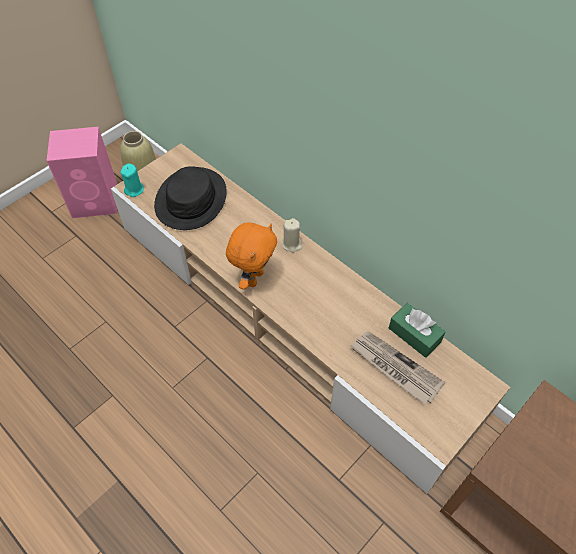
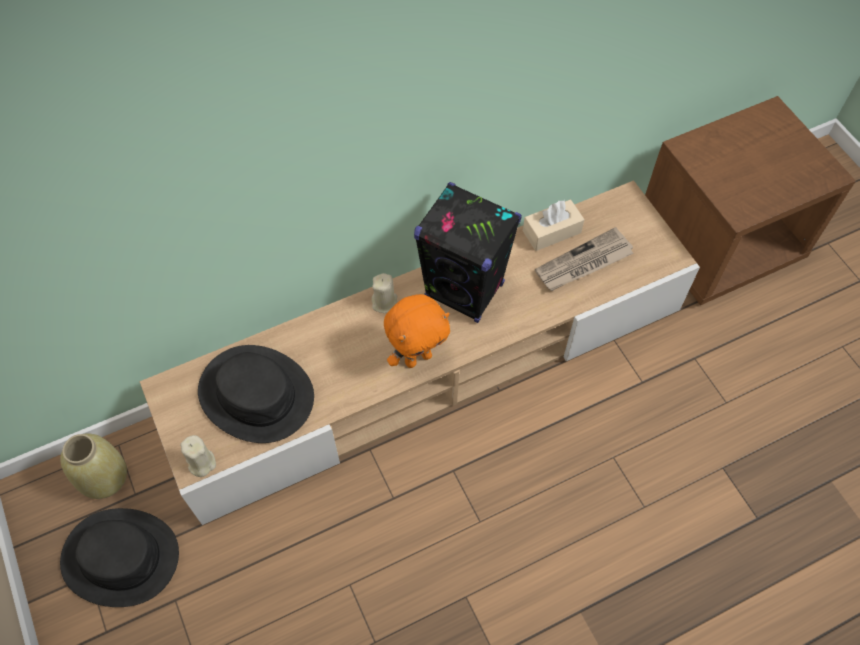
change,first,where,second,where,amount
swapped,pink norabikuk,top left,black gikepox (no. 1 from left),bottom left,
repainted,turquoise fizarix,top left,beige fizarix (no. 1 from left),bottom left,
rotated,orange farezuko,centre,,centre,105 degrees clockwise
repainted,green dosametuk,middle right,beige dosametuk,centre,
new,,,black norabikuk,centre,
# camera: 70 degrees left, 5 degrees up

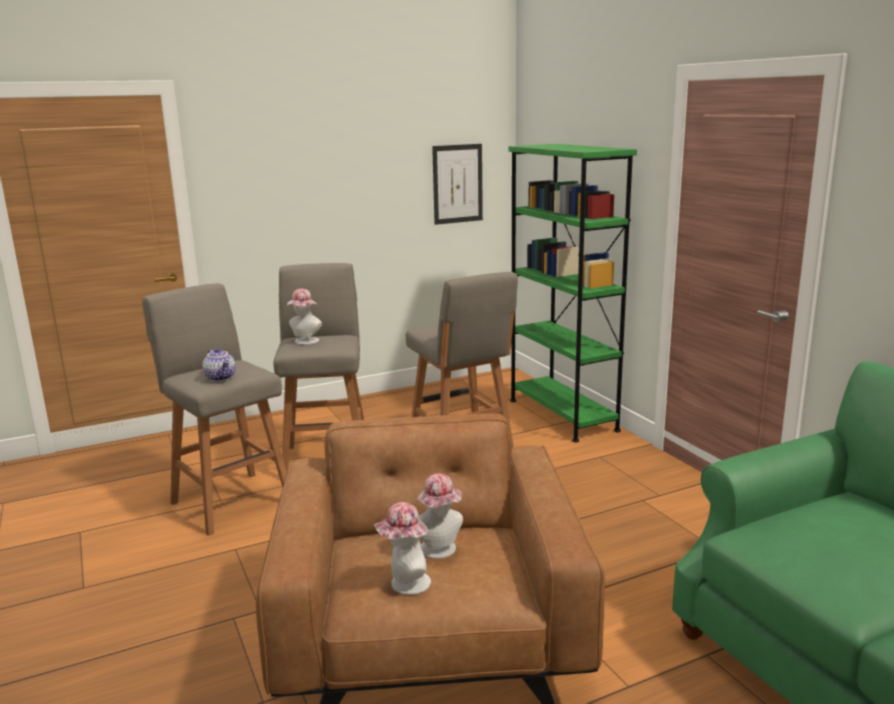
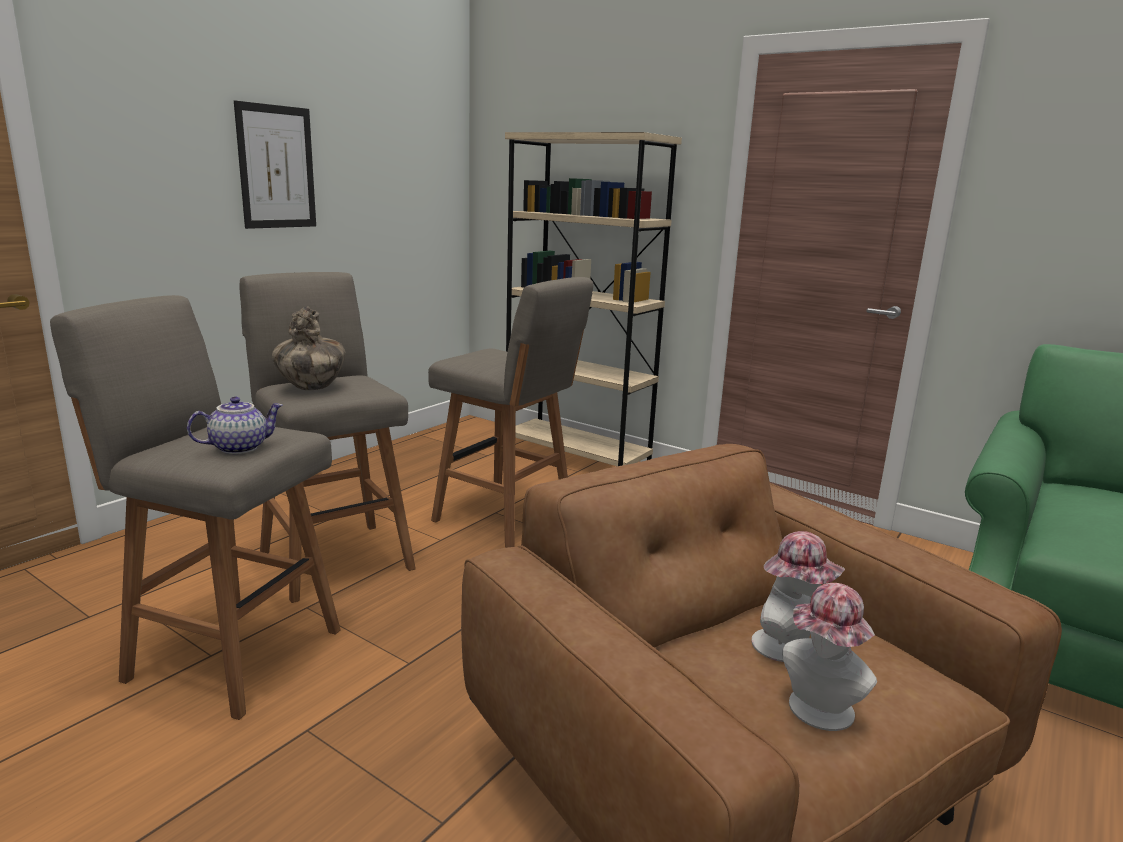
change,first,where,second,where,amount
rotated,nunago,middle left,,middle left,60 degrees counterclockwise
swapped,gikepox (no. 1 from left),centre,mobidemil,middle left,
shifted,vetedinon,top centre,,top left,
repainted,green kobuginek,centre,beige kobuginek,centre,
# camera: 30 degrees left, 0 degrees up

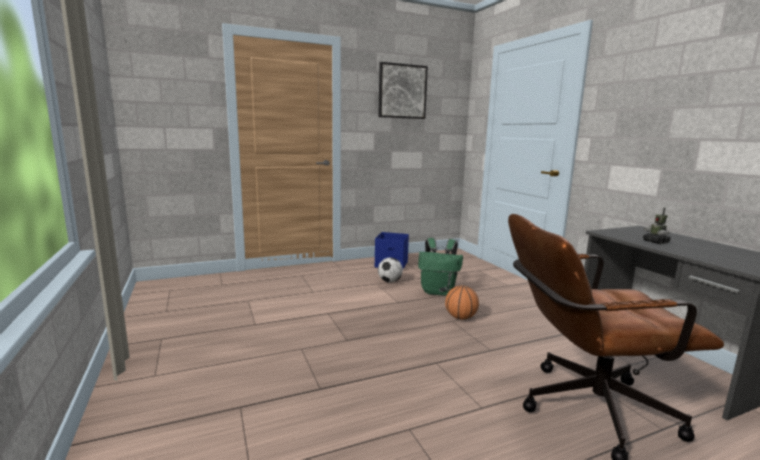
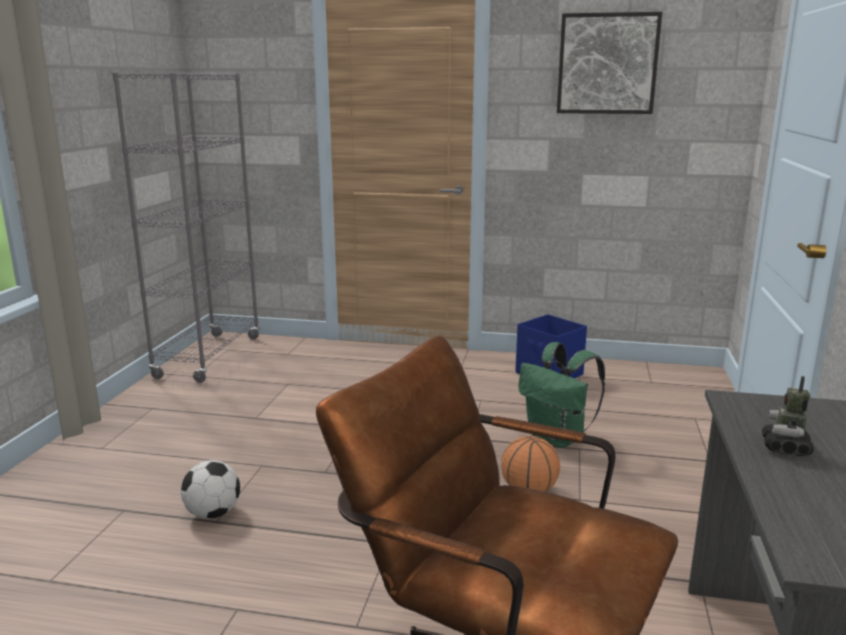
change,first,where,second,where,amount
shifted,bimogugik,centre,,bottom left,
new,,,grey kobuginek,middle left,
# camera: 35 degrees right, 5 degrees up

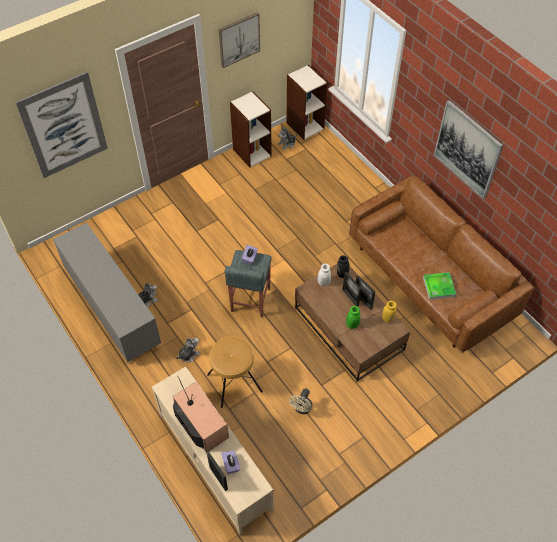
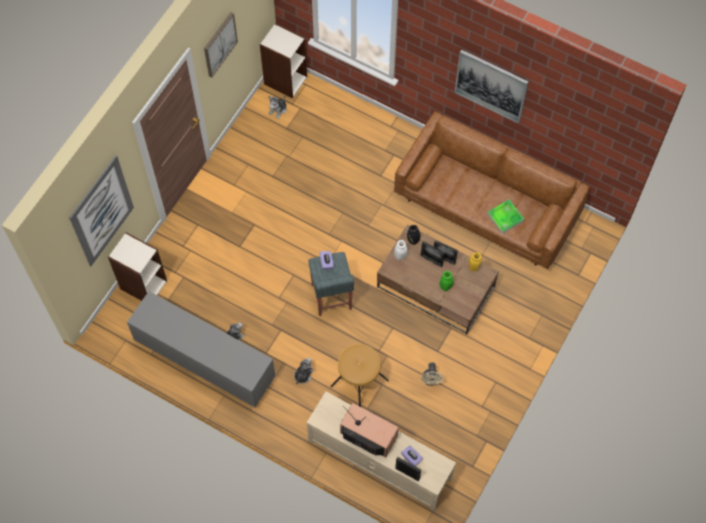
change,first,where,second,where,amount
shifted,kobuginek (no. 1 from left),top centre,,middle left,
# camera: 25 degrees left, 10 degrees up

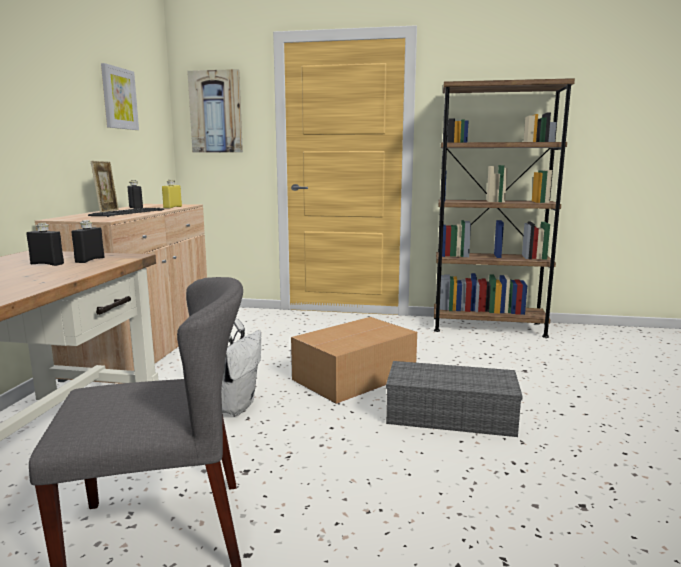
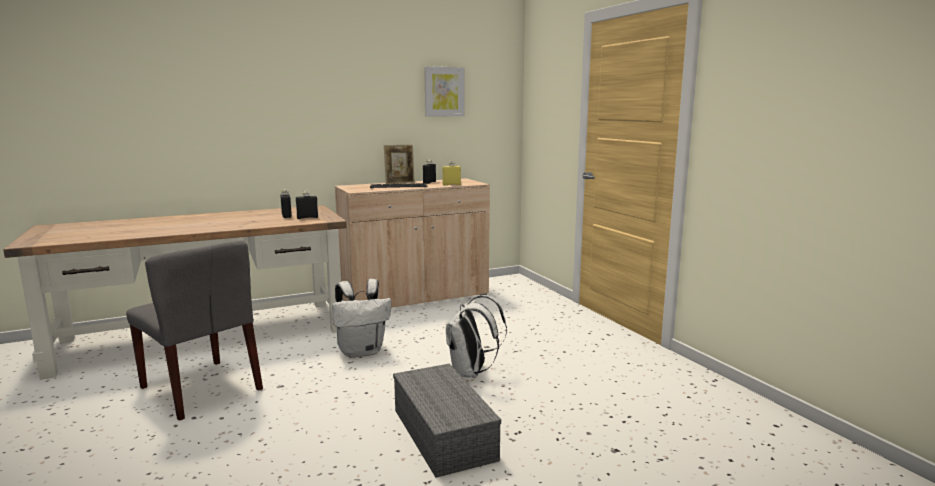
change,first,where,second,where,amount
gone,vetedinon (no. 2 from left),top left,,,
swapped,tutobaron,centre,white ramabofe (no. 2 from left),bottom centre,
gone,brown kobuginek,middle right,,,
# camera: 55 degrees right, 0 degrees up

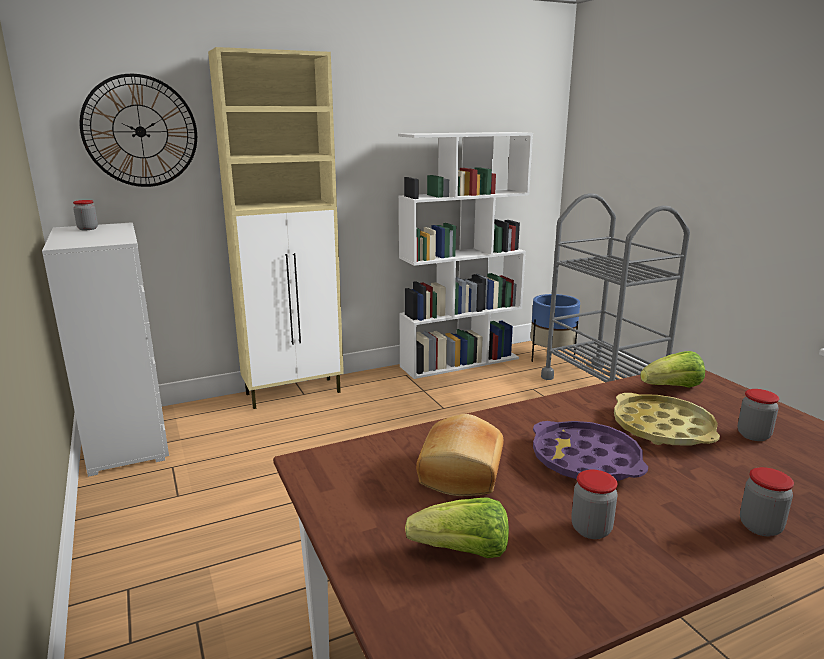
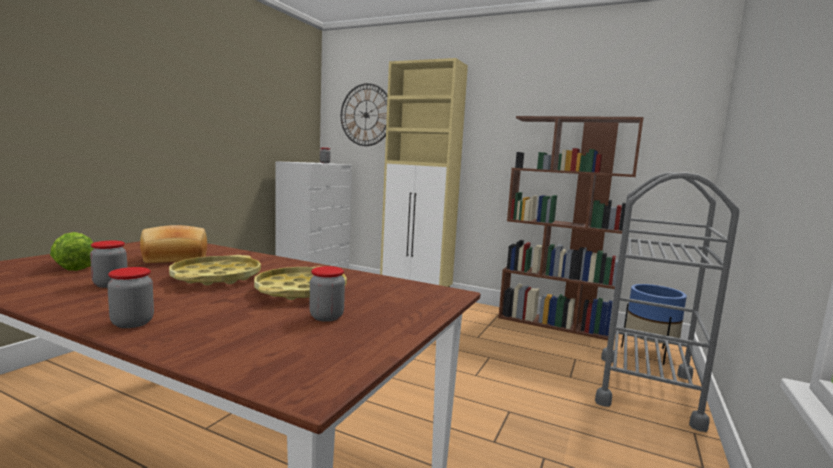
change,first,where,second,where,amount
repainted,white kobuginek,centre,brown kobuginek,middle right,
repainted,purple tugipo,bottom right,yellow tugipo (no. 1 from left),middle left,
gone,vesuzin (no. 2 from left),middle right,,,
# camera: 50 degrees right, 10 degrees down

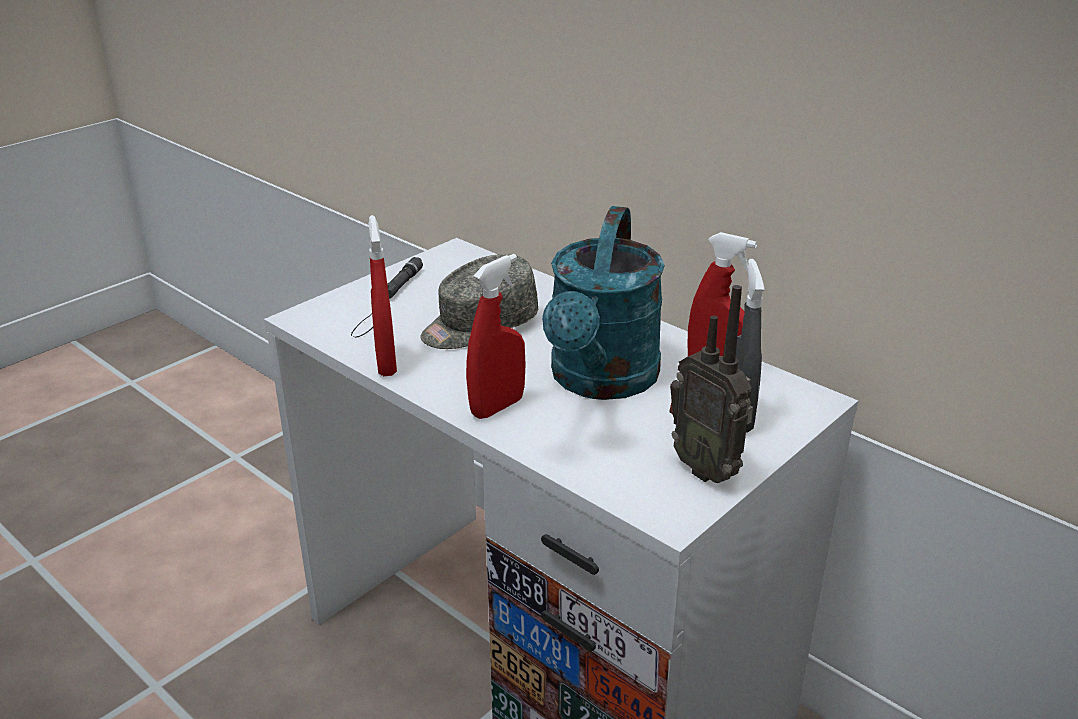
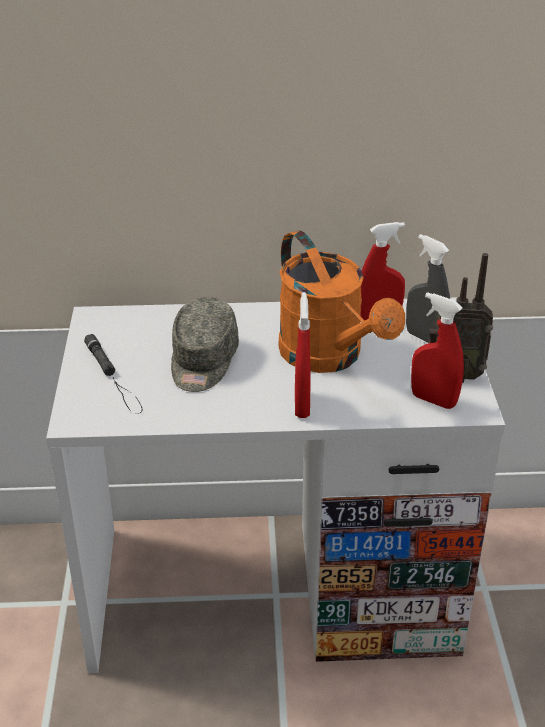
change,first,where,second,where,amount
shifted,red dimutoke (no. 1 from left in the first image),centre,red dimutoke (no. 3 from left),middle right,
repainted,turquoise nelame,centre,orange nelame,centre,
# camera: 45 degrees left, 5 degrees up

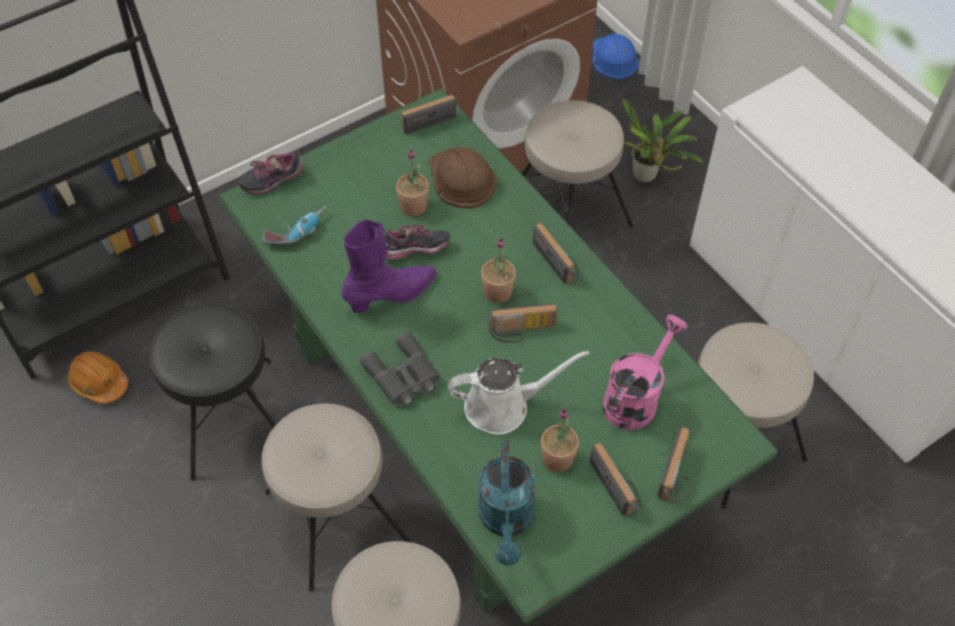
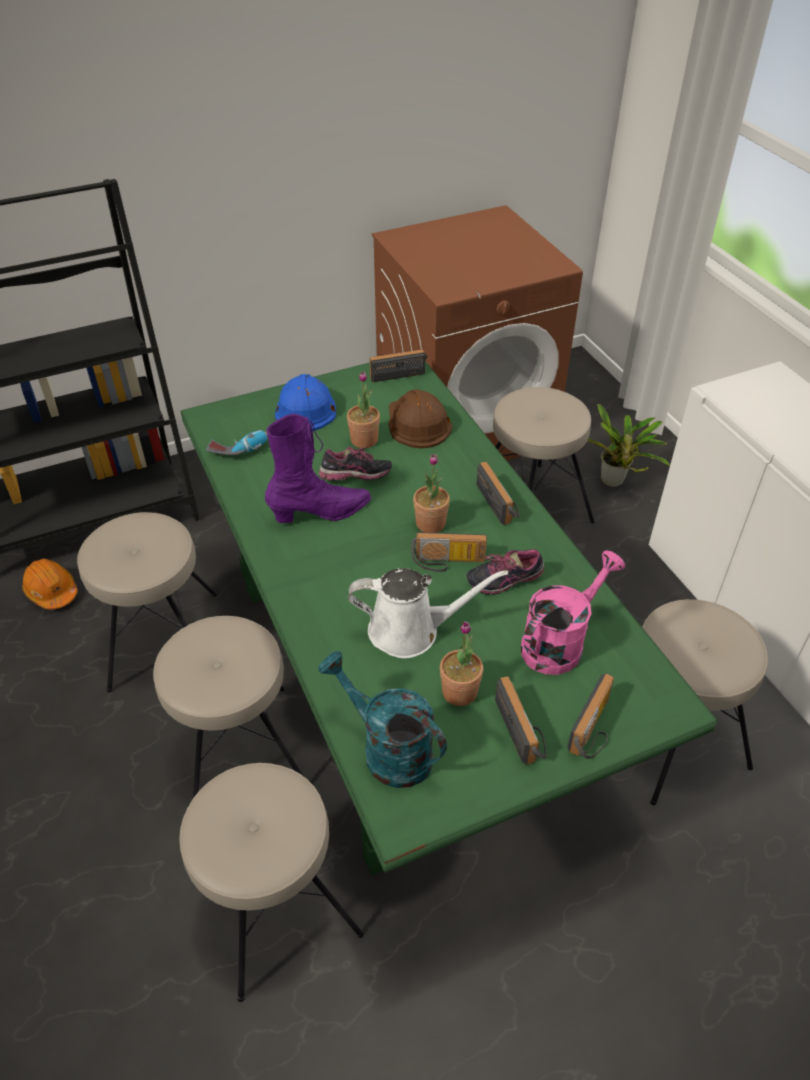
change,first,where,second,where,amount
repainted,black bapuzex,middle left,beige bapuzex (no. 1 from left),middle left,
shifted,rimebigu (no. 1 from left in the first image),top left,rimebigu (no. 2 from left),centre,
gone,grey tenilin,centre,,,
rotated,turquoise nelame,bottom centre,,centre,120 degrees clockwise
shifted,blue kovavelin,top centre,,centre,
# camera: 10 degrees right, 10 degrees down

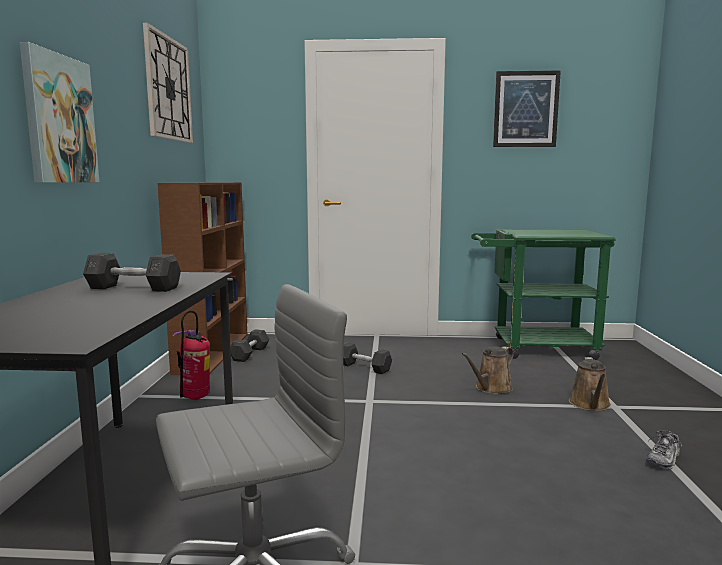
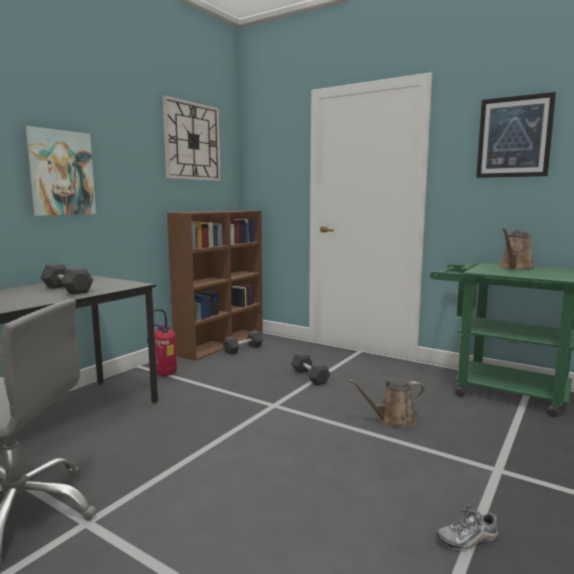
change,first,where,second,where,amount
shifted,brown nelame (no. 2 from left),bottom right,,middle right,
# camera: 30 degrees right, 0 degrees up

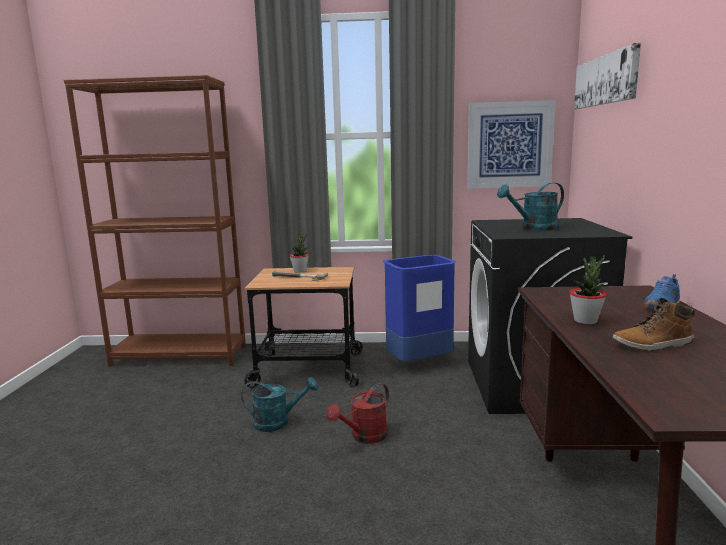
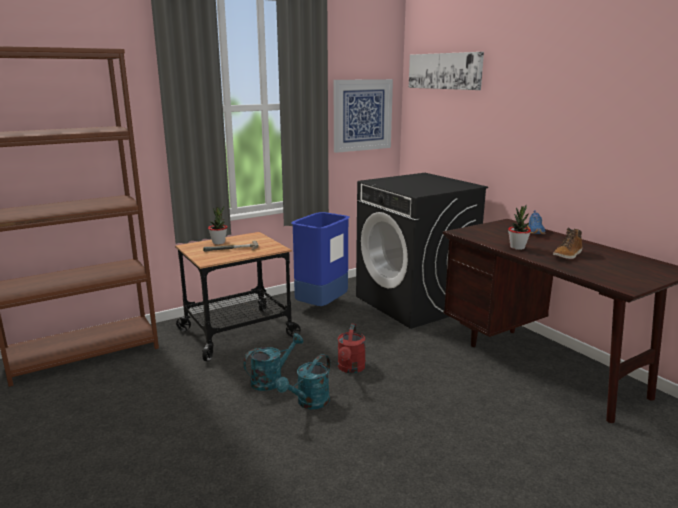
change,first,where,second,where,amount
shifted,turquoise nelame (no. 2 from left),middle right,,bottom centre,
# camera: 35 degrees left, 5 degrees up

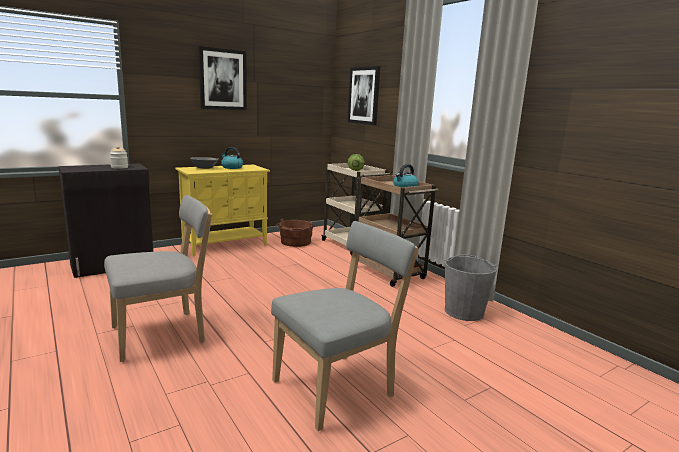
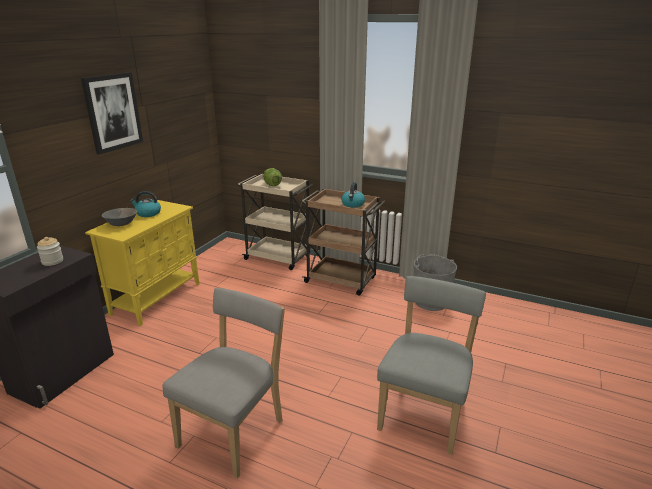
change,first,where,second,where,amount
gone,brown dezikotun,centre,,,
gone,vetedinon (no. 2 from left),top centre,,,
# camera: 30 degrees left, 10 degrees up

